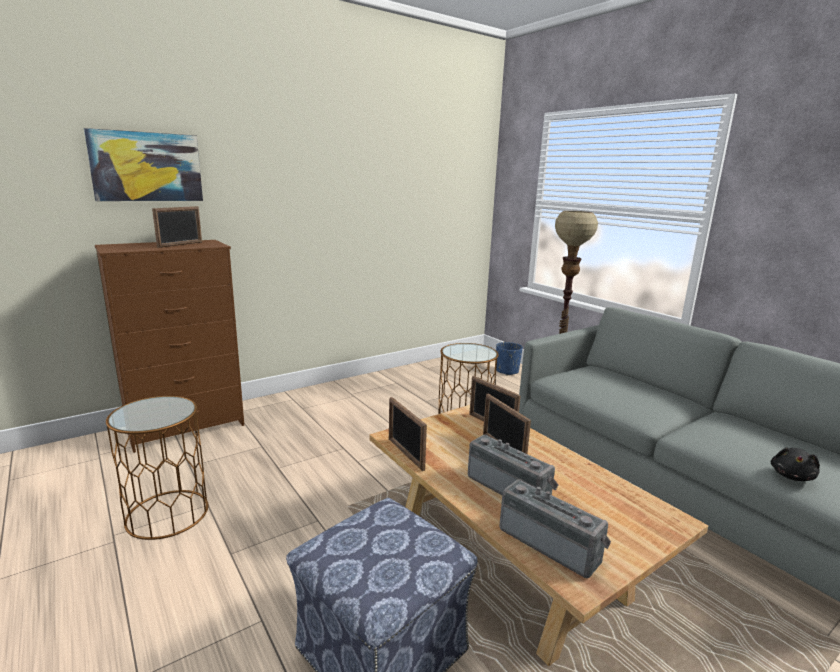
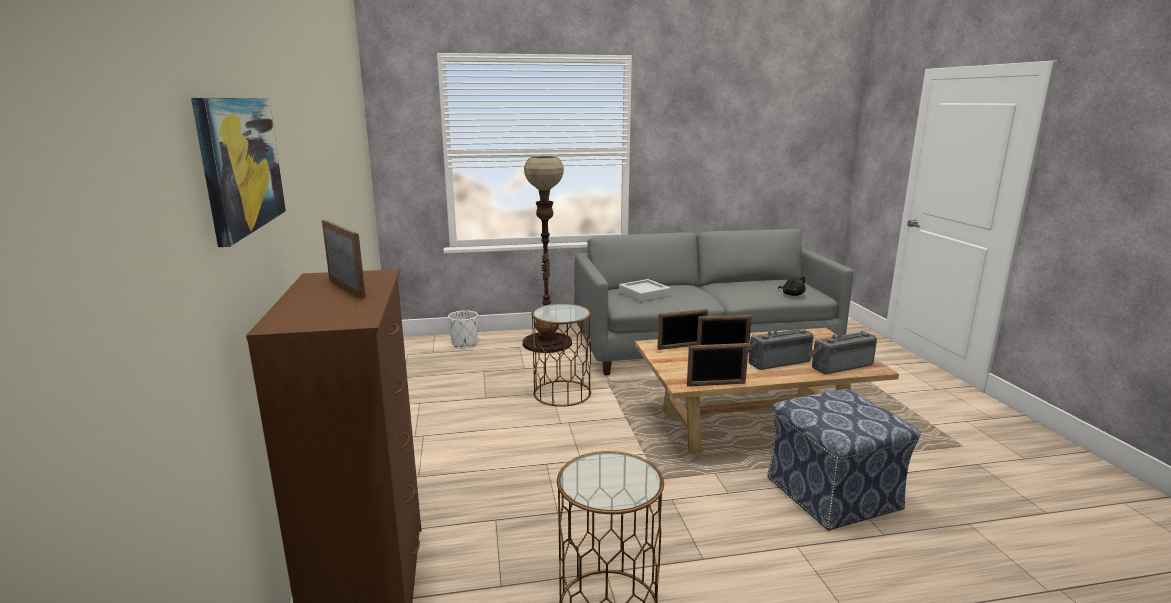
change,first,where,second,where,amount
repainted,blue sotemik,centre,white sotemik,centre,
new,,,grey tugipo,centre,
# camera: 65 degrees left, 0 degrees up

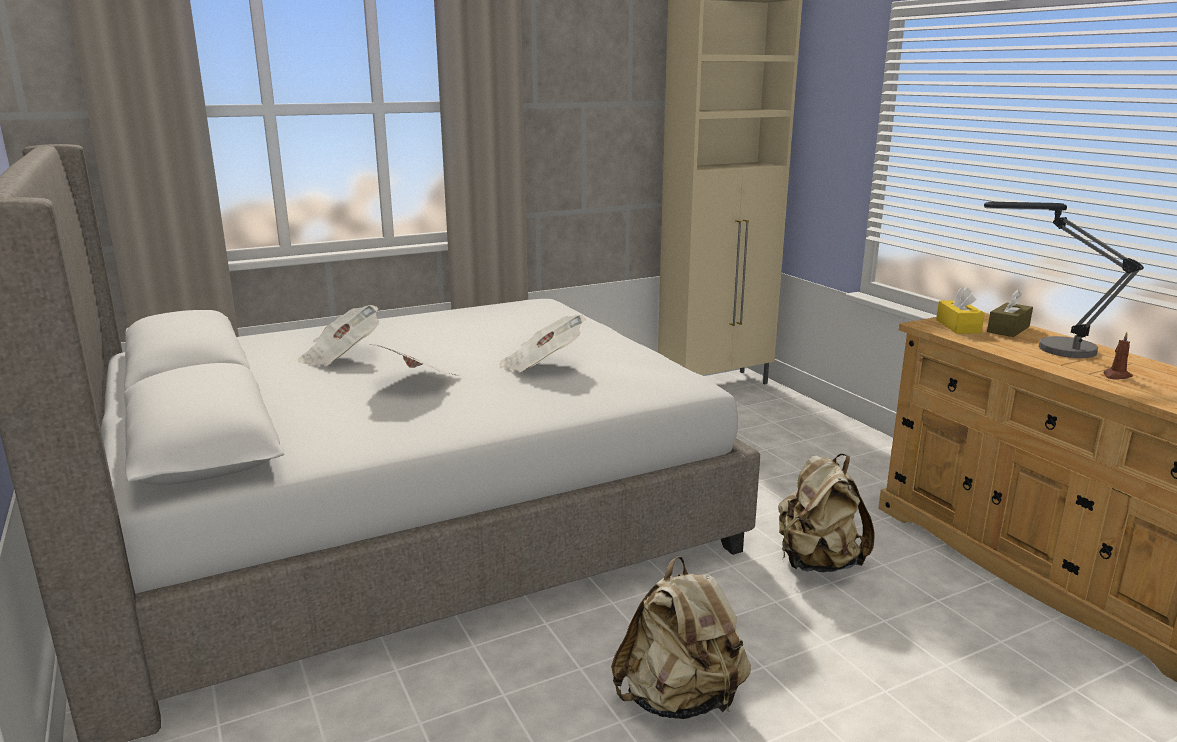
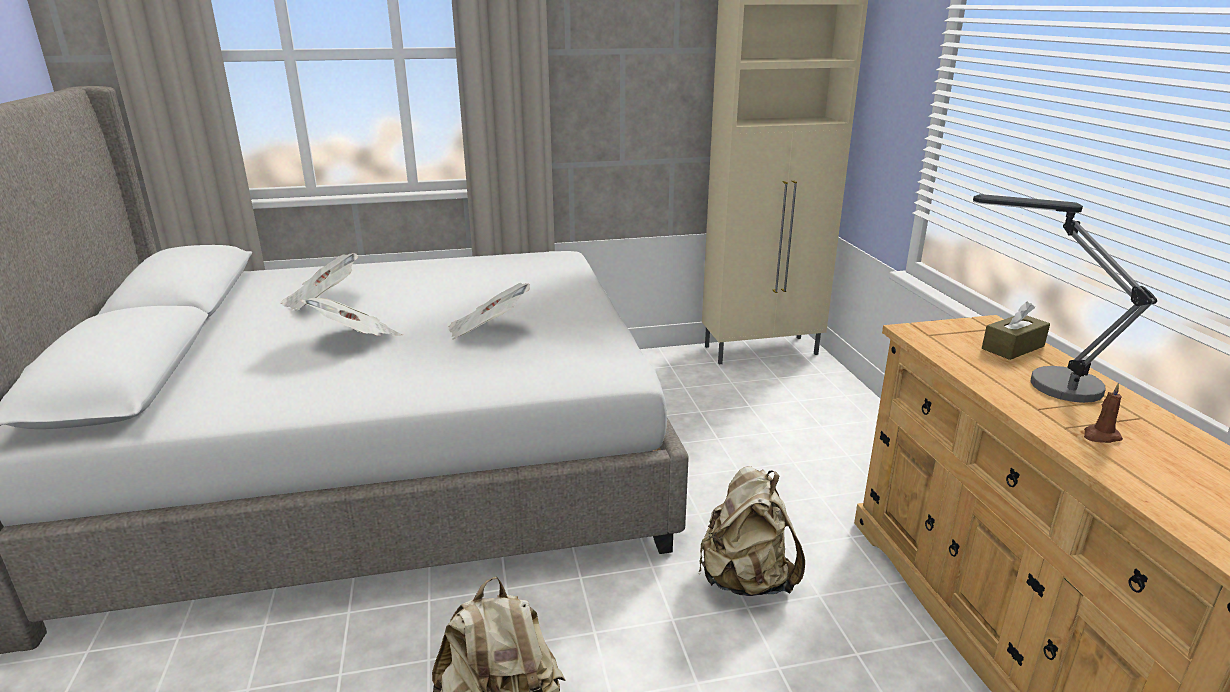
change,first,where,second,where,amount
gone,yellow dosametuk,middle right,,,
# camera: 15 degrees right, 5 degrees up

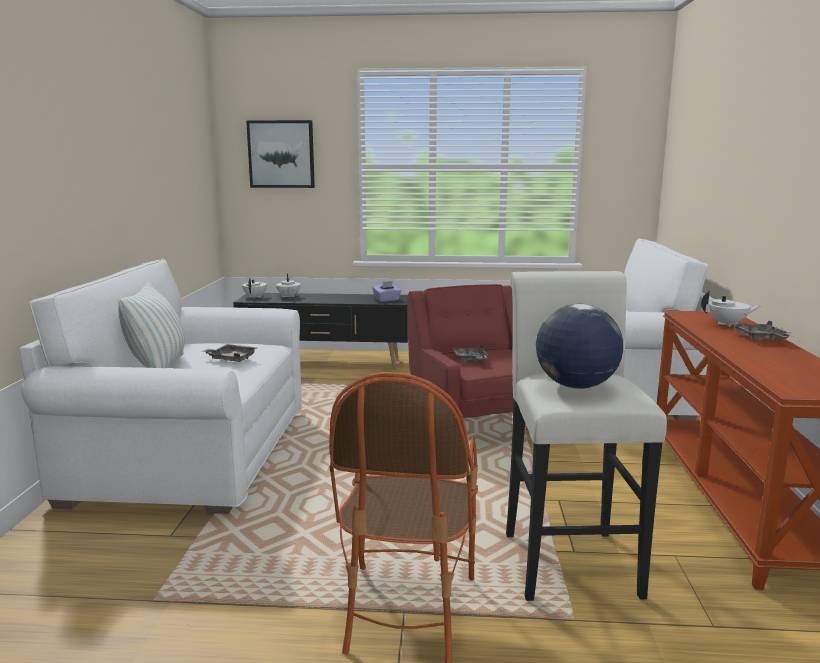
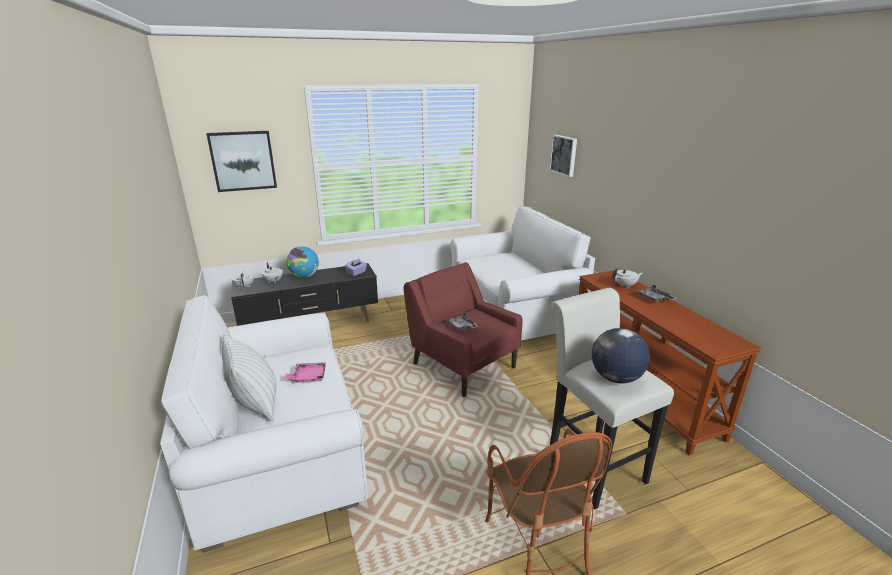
change,first,where,second,where,amount
repainted,grey tugipo (no. 1 from left),middle left,pink tugipo,centre,
new,,,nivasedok (no. 1 from left),centre,
new,,,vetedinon (no. 2 from left),top centre,
# camera: 25 degrees left, 10 degrees up

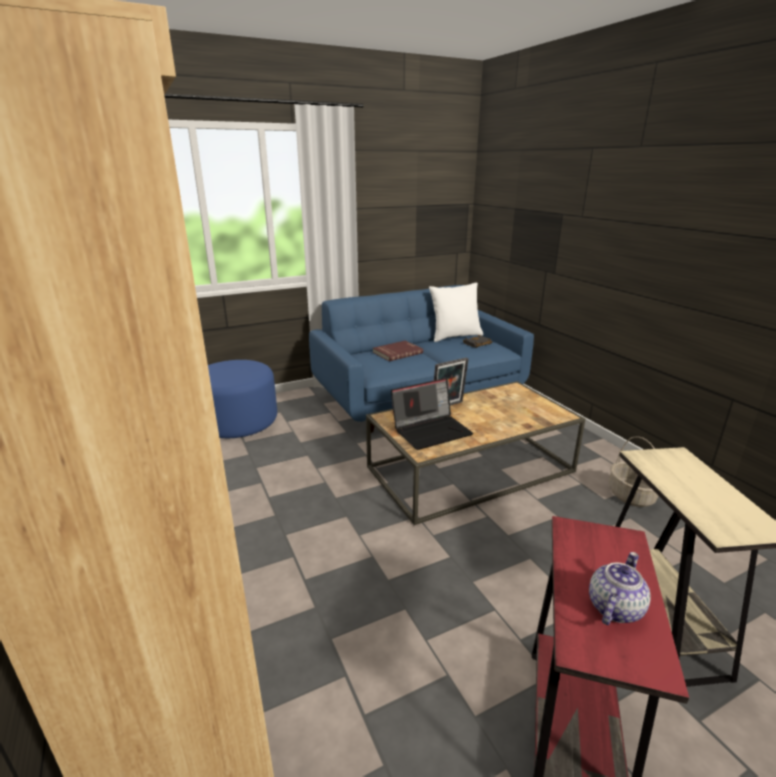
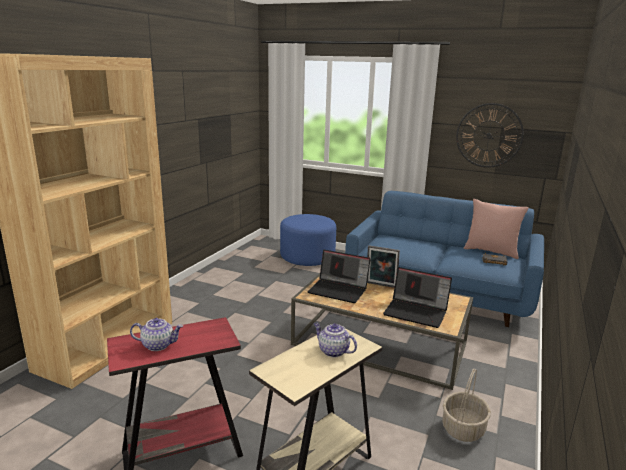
change,first,where,second,where,amount
gone,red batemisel,centre,,,
repainted,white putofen,centre,pink putofen,middle right,
new,,,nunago (no. 2 from left),bottom centre,
new,,,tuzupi (no. 2 from left),centre,
new,,,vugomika,top right,
# camera: 50 degrees right, 5 degrees down

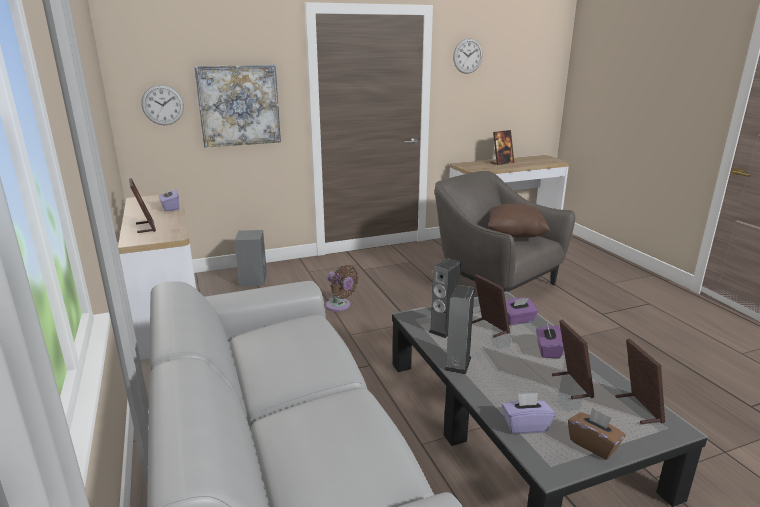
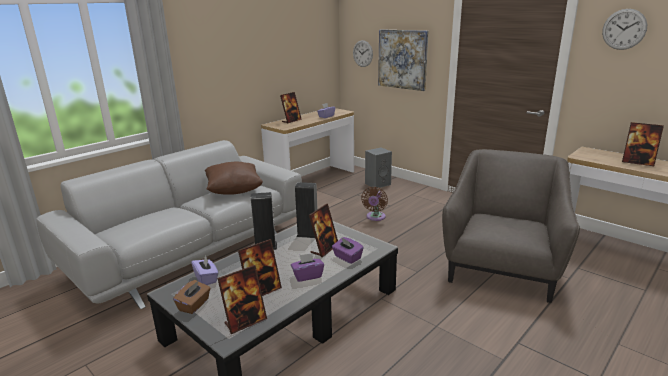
change,first,where,second,where,amount
shifted,brown putofen,middle right,,centre,
# camera: 65 degrees right, 0 degrees up

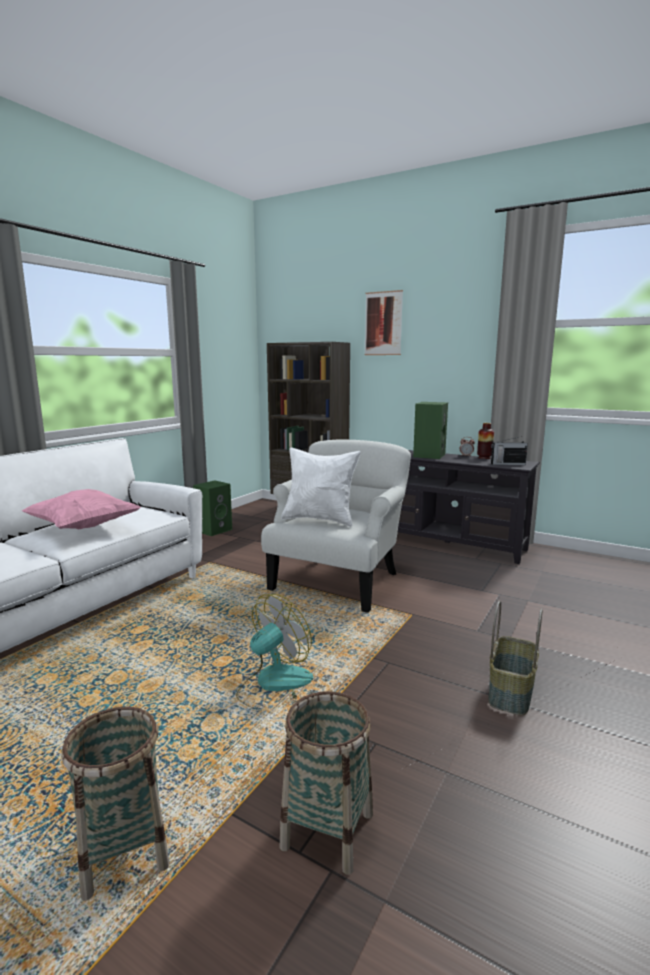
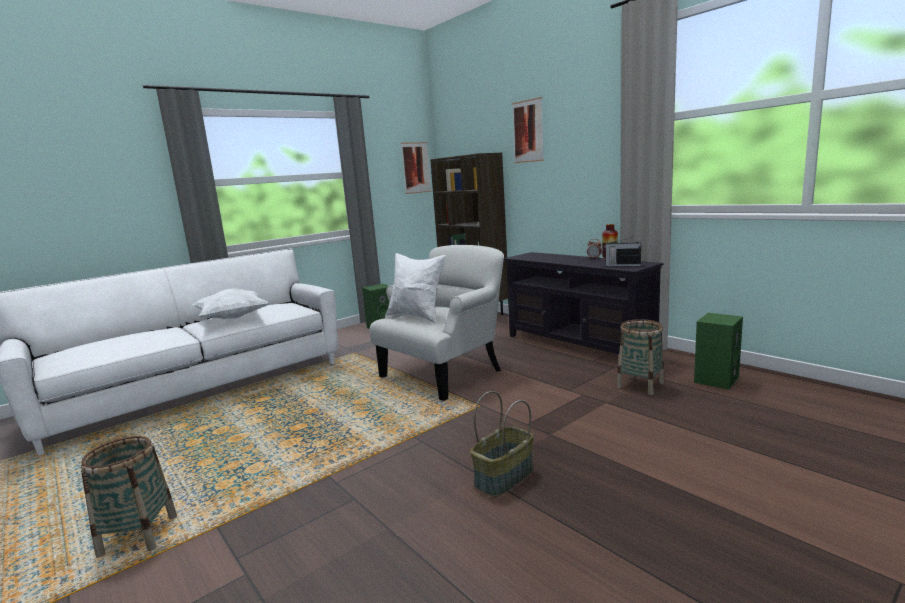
change,first,where,second,where,amount
repainted,pink putofen,middle left,white putofen (no. 1 from left),middle left,
gone,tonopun,bottom centre,,,
shifted,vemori (no. 2 from left in the first image),bottom centre,vemori (no. 3 from left),middle right,
shifted,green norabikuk (no. 2 from left),centre,,middle right,
new,,,vetedinon (no. 1 from left),top centre,
# camera: 20 degrees right, 0 degrees up

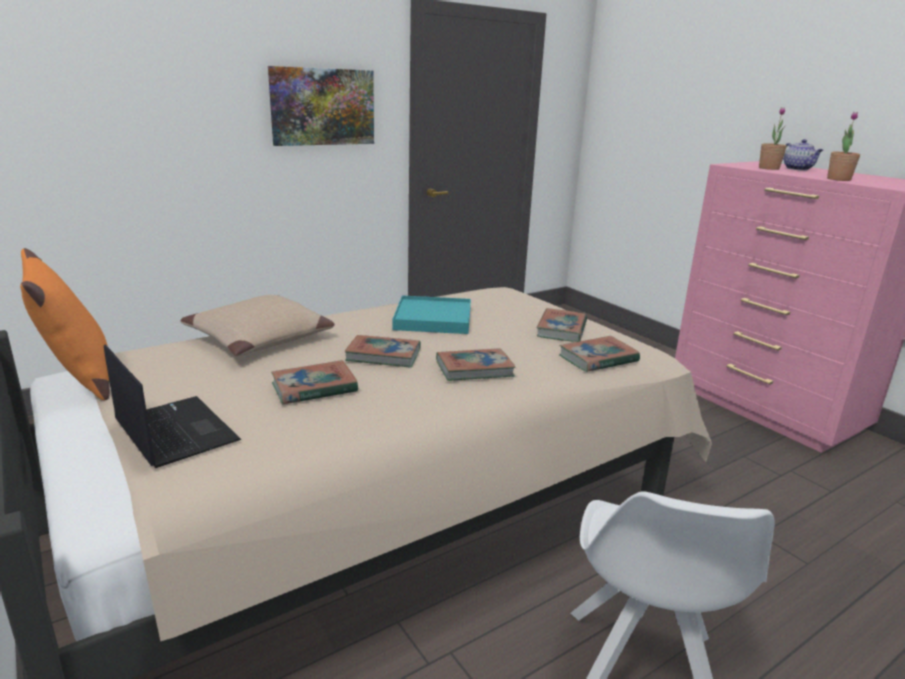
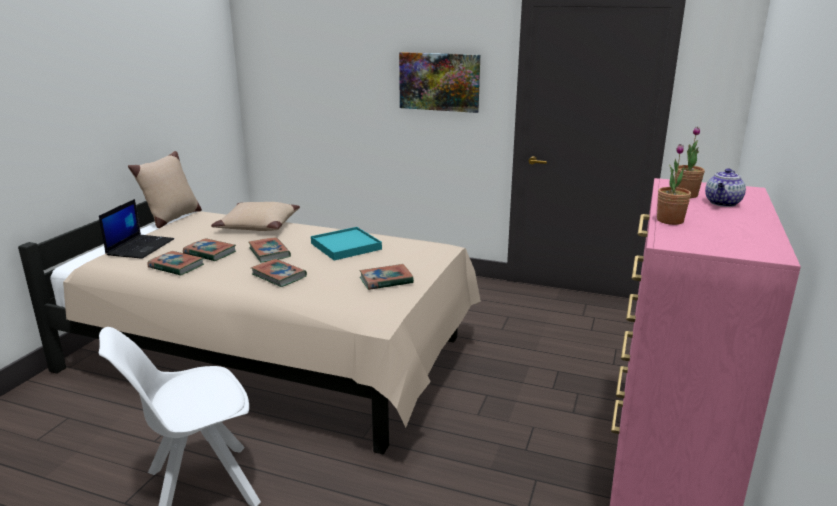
change,first,where,second,where,amount
repainted,orange putofen,middle left,beige putofen (no. 1 from left),middle left,
shifted,batemisel (no. 5 from left in the first image),centre,batemisel (no. 1 from left),middle left,
# camera: 55 degrees right, 0 degrees up

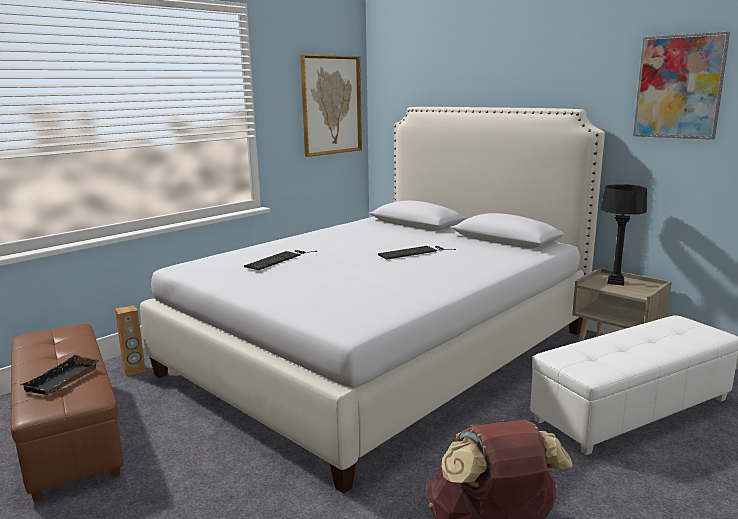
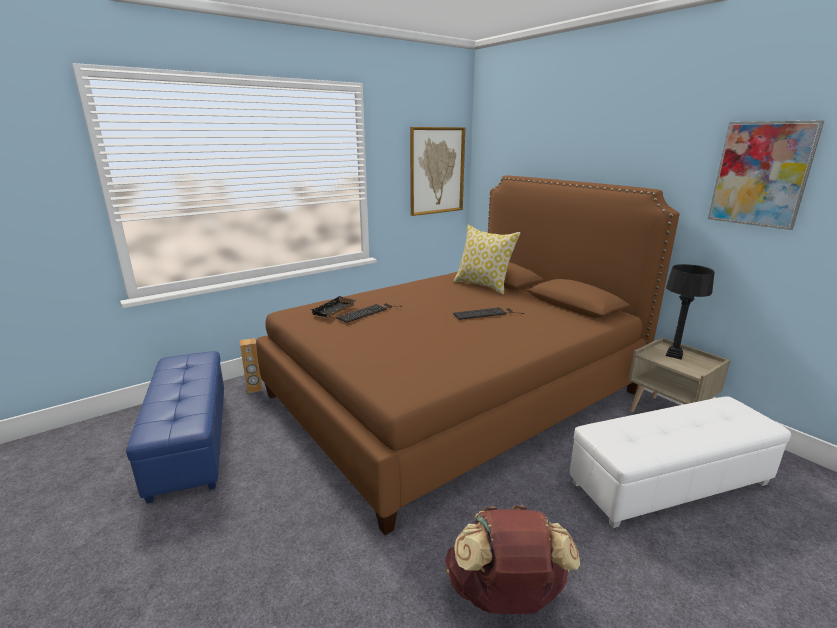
change,first,where,second,where,amount
repainted,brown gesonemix,bottom left,blue gesonemix,bottom left,
shifted,black tugipo,bottom left,,centre,
repainted,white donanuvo,centre,brown donanuvo,centre,
new,,,putofen,centre,
# camera: 10 degrees right, 5 degrees up

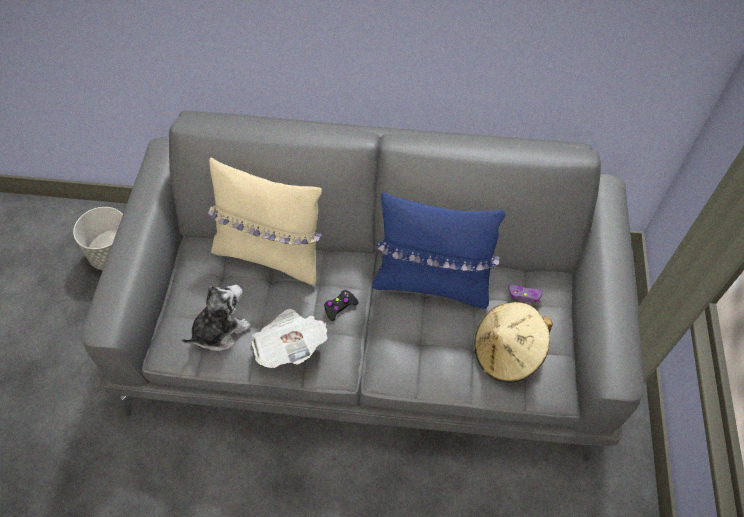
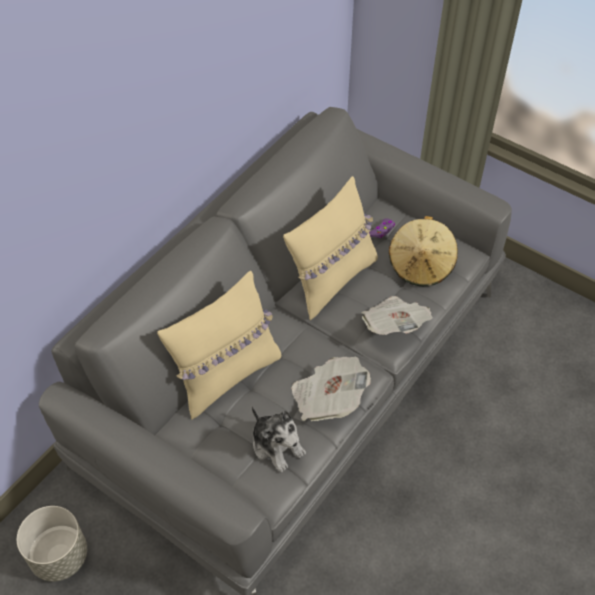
change,first,where,second,where,amount
rotated,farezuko,middle left,,bottom centre,150 degrees clockwise
gone,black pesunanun,centre,,,
repainted,blue putofen,centre,beige putofen (no. 2 from left),centre,
new,,,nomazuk (no. 2 from left),middle right,
# camera: 60 degrees left, 5 degrees down

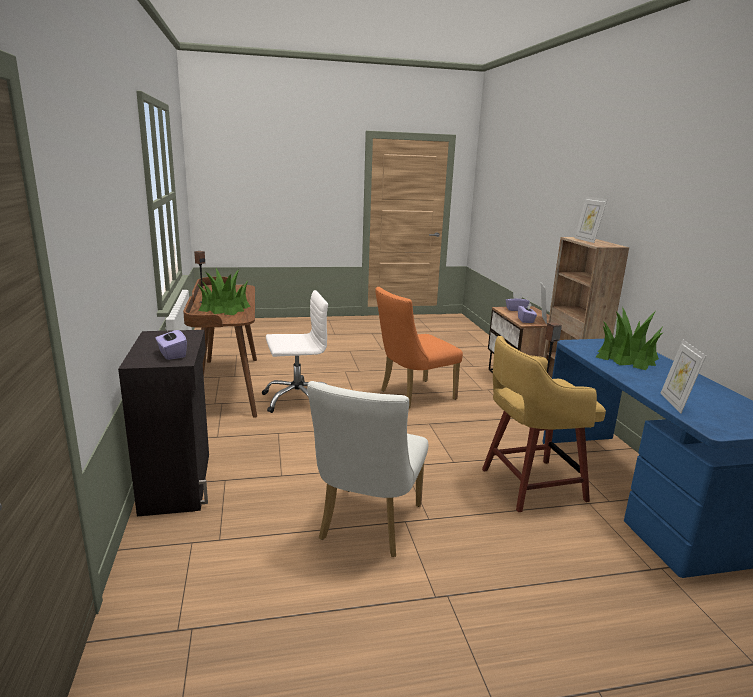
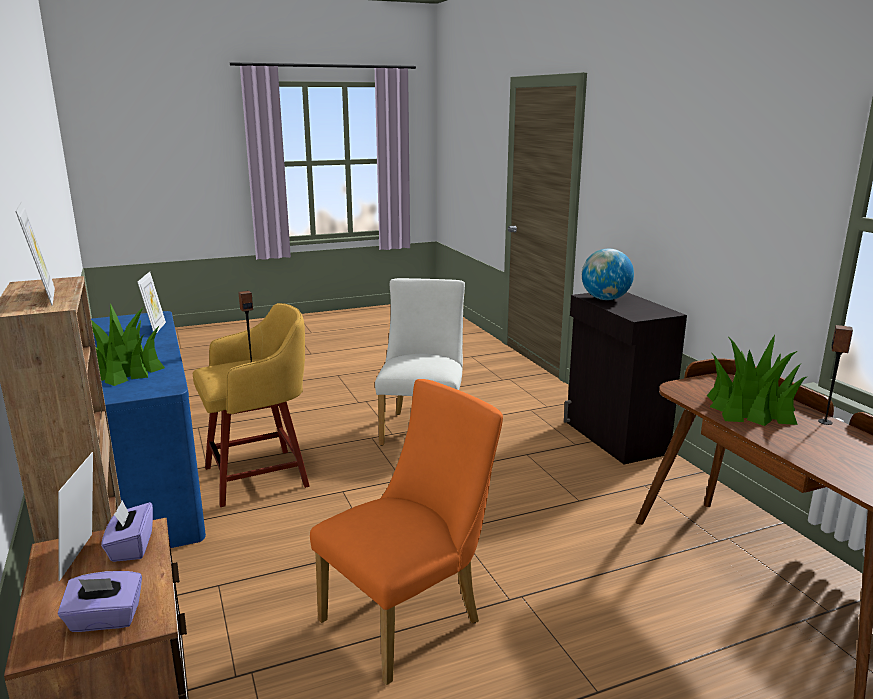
change,first,where,second,where,amount
swapped,purple dosametuk (no. 1 from left),middle left,nivasedok,middle right,
gone,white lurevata,centre,,,
# camera: 170 degrees right, 0 degrees up

